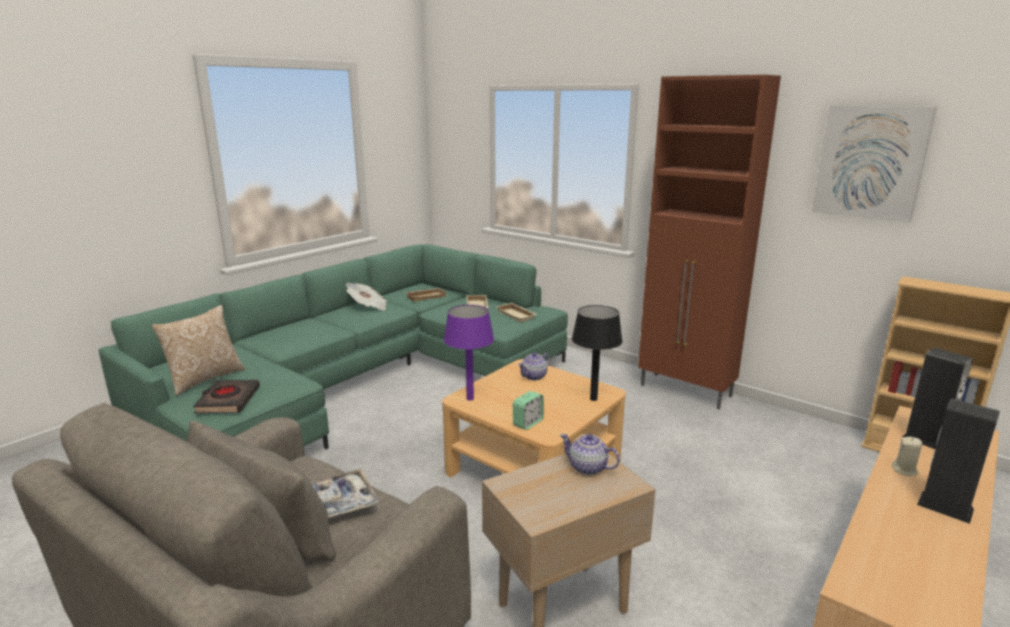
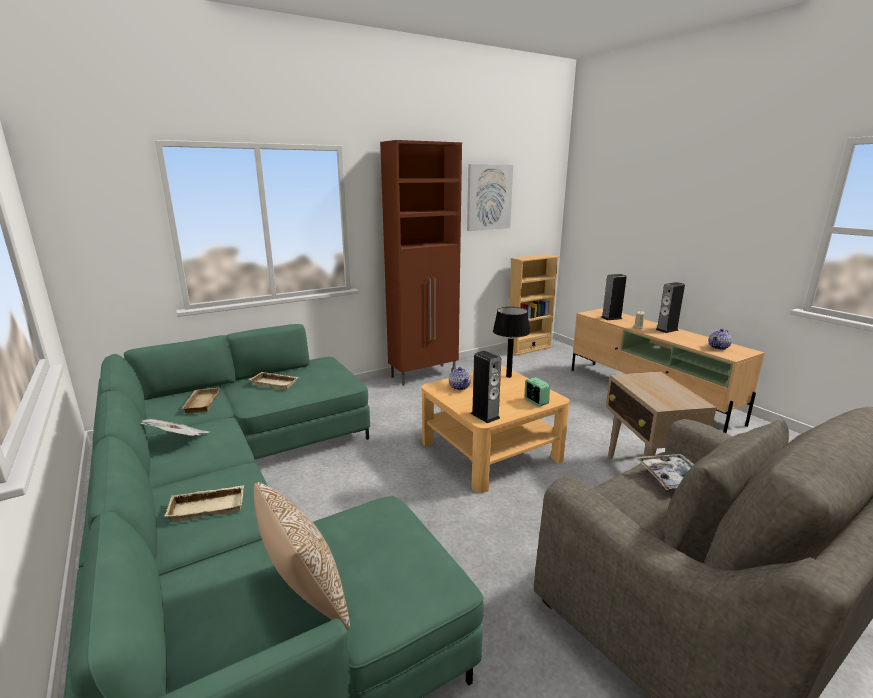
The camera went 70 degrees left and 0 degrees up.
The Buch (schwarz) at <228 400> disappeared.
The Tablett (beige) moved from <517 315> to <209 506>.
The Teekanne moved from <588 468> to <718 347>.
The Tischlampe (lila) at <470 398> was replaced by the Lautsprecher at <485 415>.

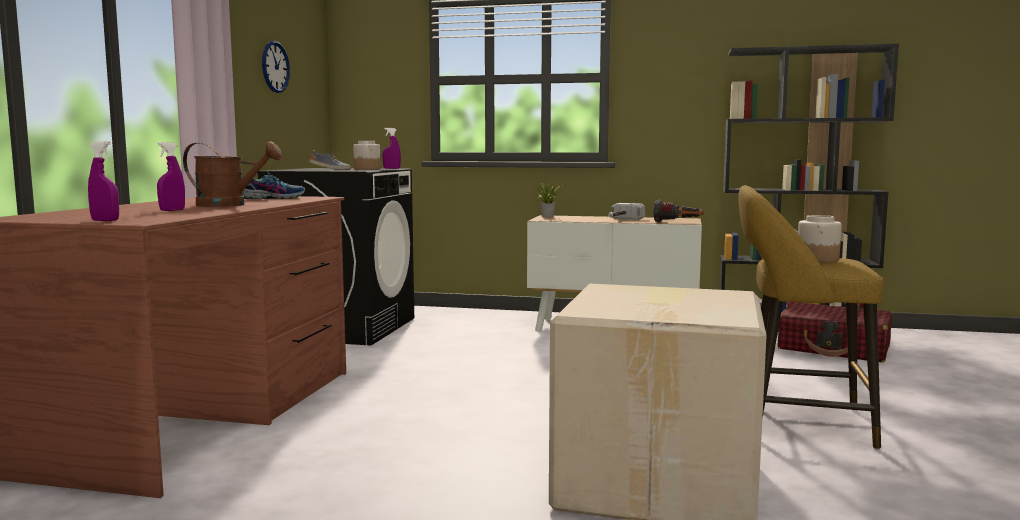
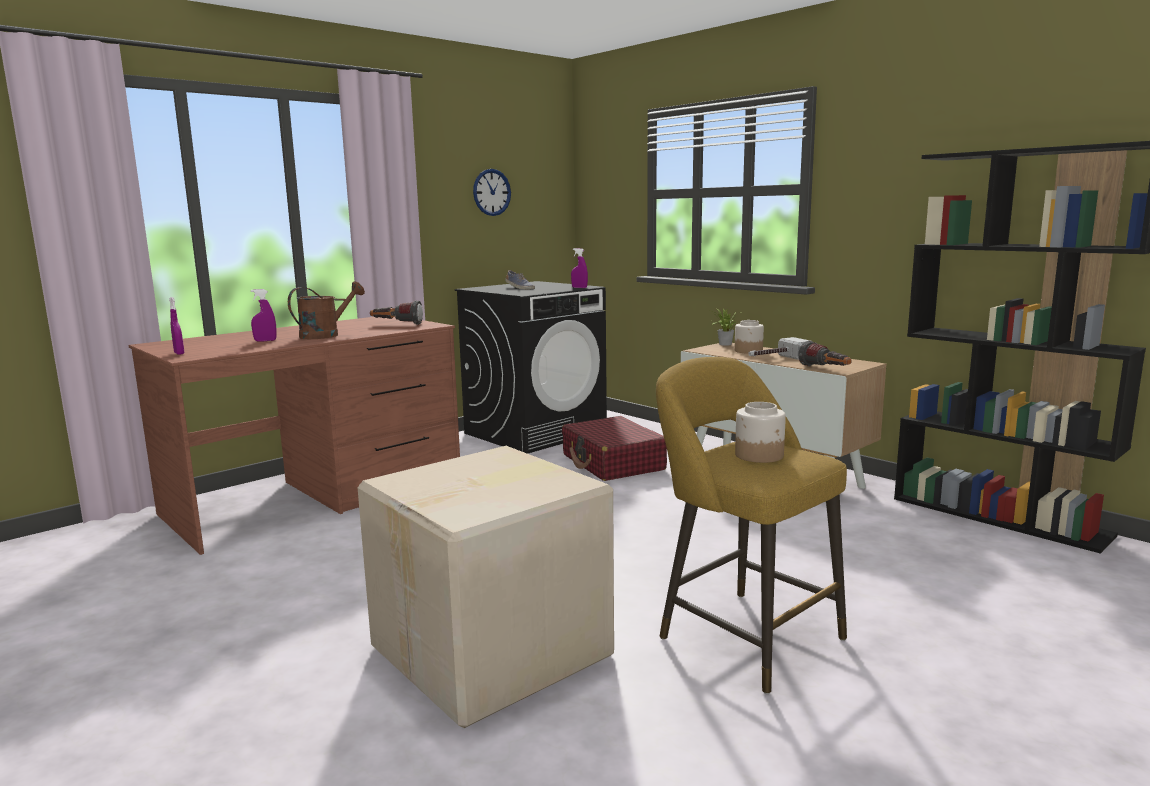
The camera went 35 degrees right and 5 degrees up.
The Vorratsglas moved from <367 169> to <748 351>.
The Koffer (rot) moved from <834 348> to <613 463>.
The Schuh at <273 198> was replaced by the Taschenlampe at <397 324>.
The Gießkanne (braun) at <230 205> turned 90 degrees counterclockwise.

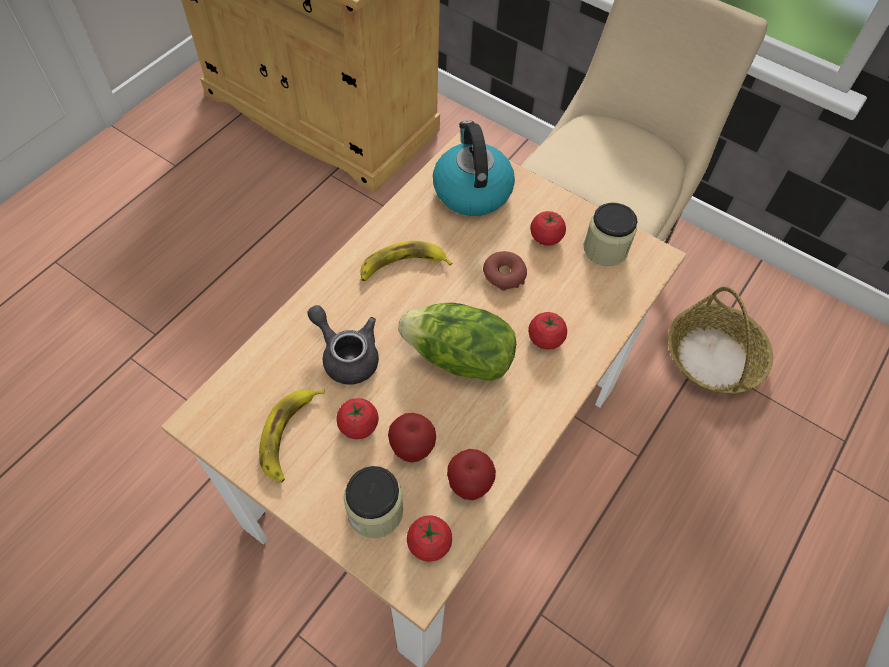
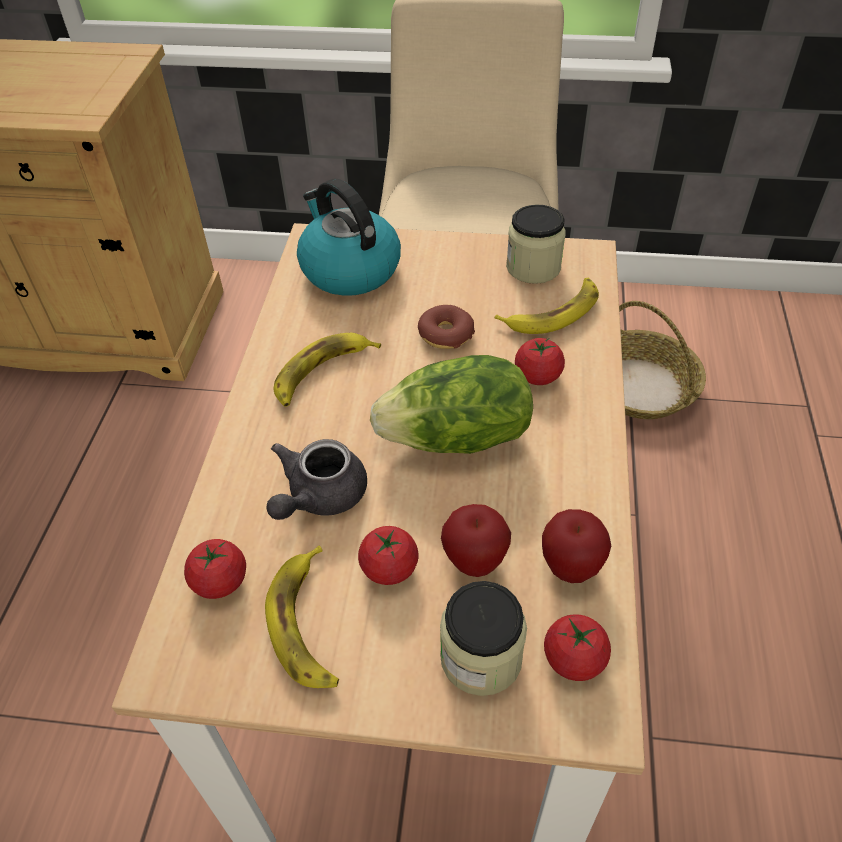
The camera went 25 degrees left and 10 degrees down.
The Banane at <553 312> appeared.
The Tomate moved from <546 237> to <220 581>.
The Teekanne (grau) at <346 355> turned 75 degrees counterclockwise.

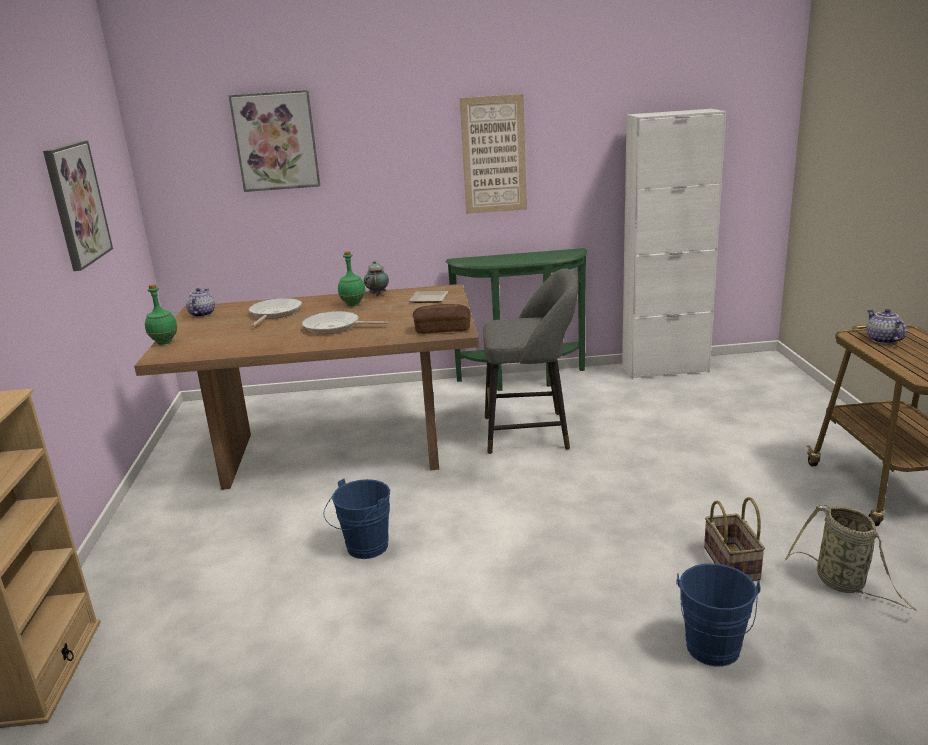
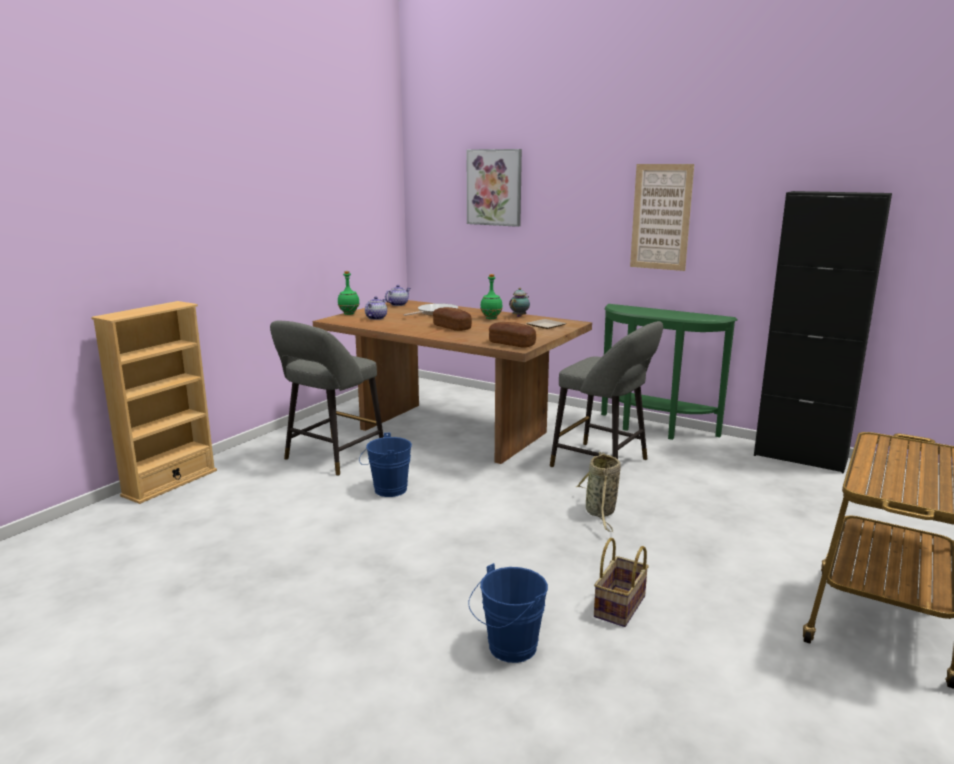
The camera went 35 degrees right and 5 degrees down.
The Bild at <76 204> disappeared.
The Hocker (grau) at <331 457> appeared.
The Korb moved from <844 584> to <600 513>.
The Teekanne moved from <882 340> to <376 318>.
The Pfanne at <335 327> was replaced by the Brot at <452 327>.
The Schrank (weiß) at <665 369> became the Schrank (schwarz) at <800 458>.

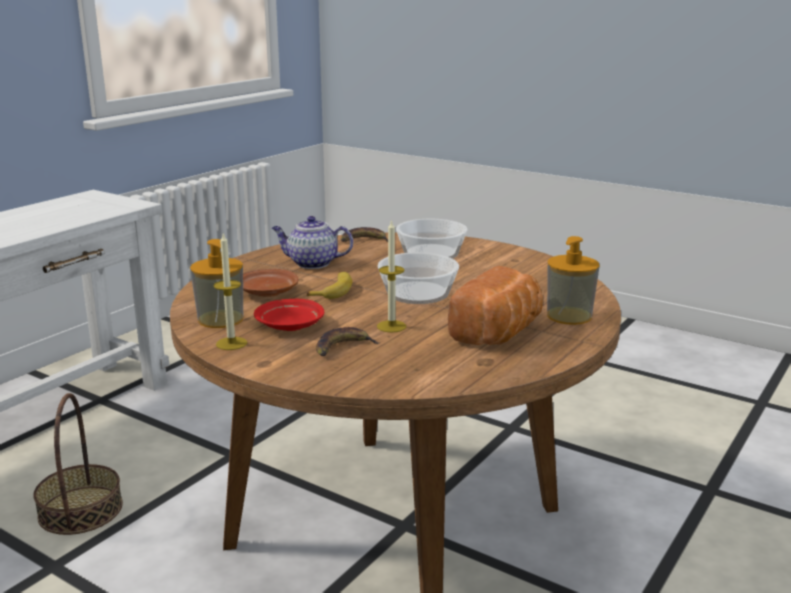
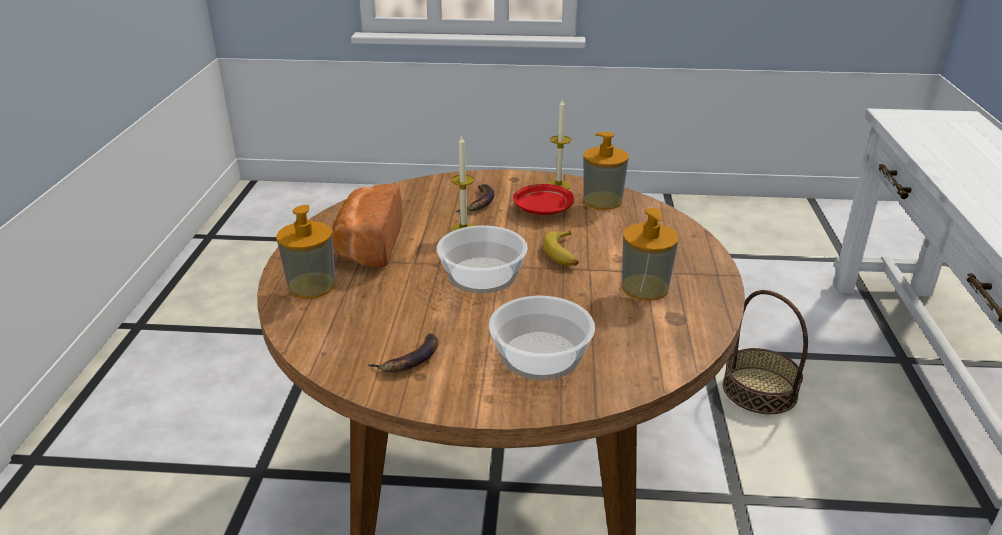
The camera went 150 degrees right and 10 degrees up.
The Teller (braun) at <267 292> disappeared.
The Banane moved from <363 240> to <410 359>.
The Teekanne at <311 263> was replaced by the Seifenspender at <645 287>.

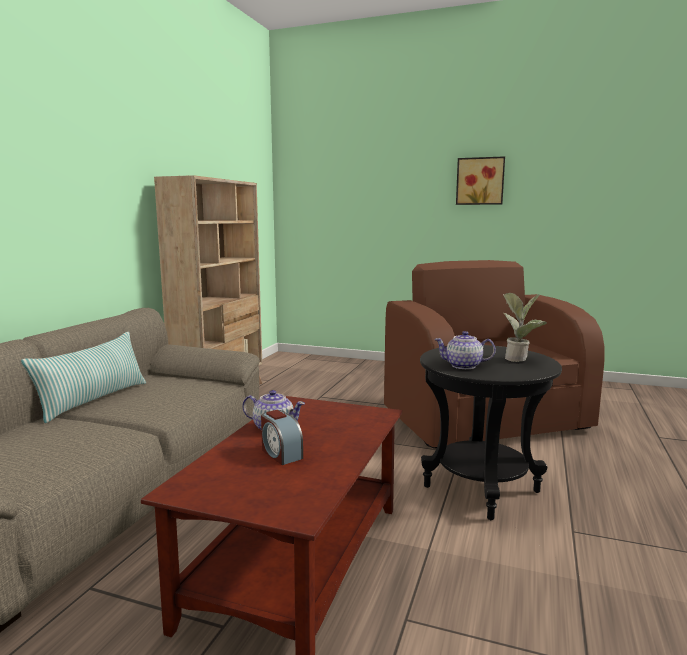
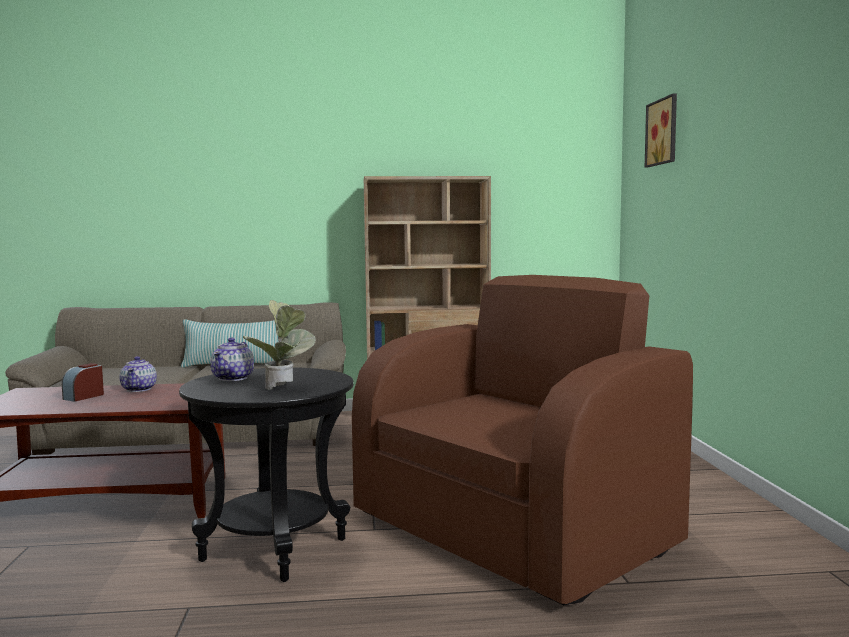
The camera went 65 degrees right and 5 degrees down.
The Bild moved from <480 181> to <664 132>.
The Teekanne at <464 366> turned 150 degrees counterclockwise.

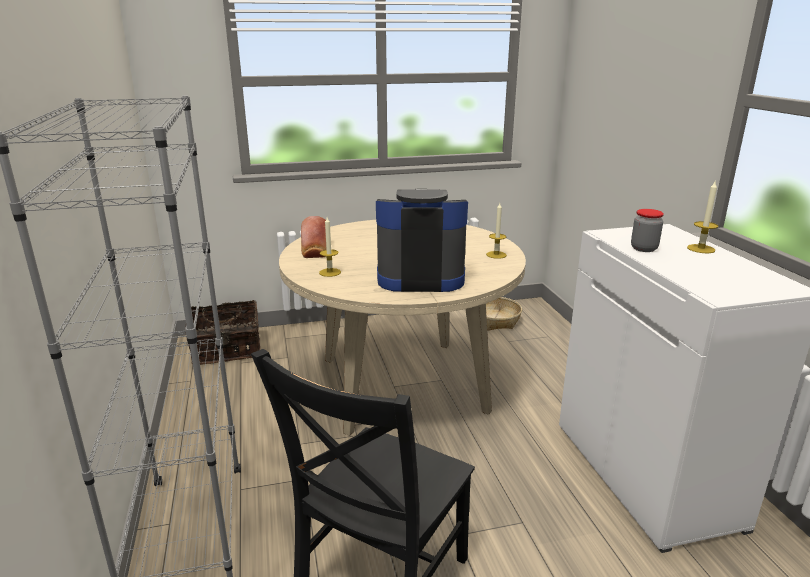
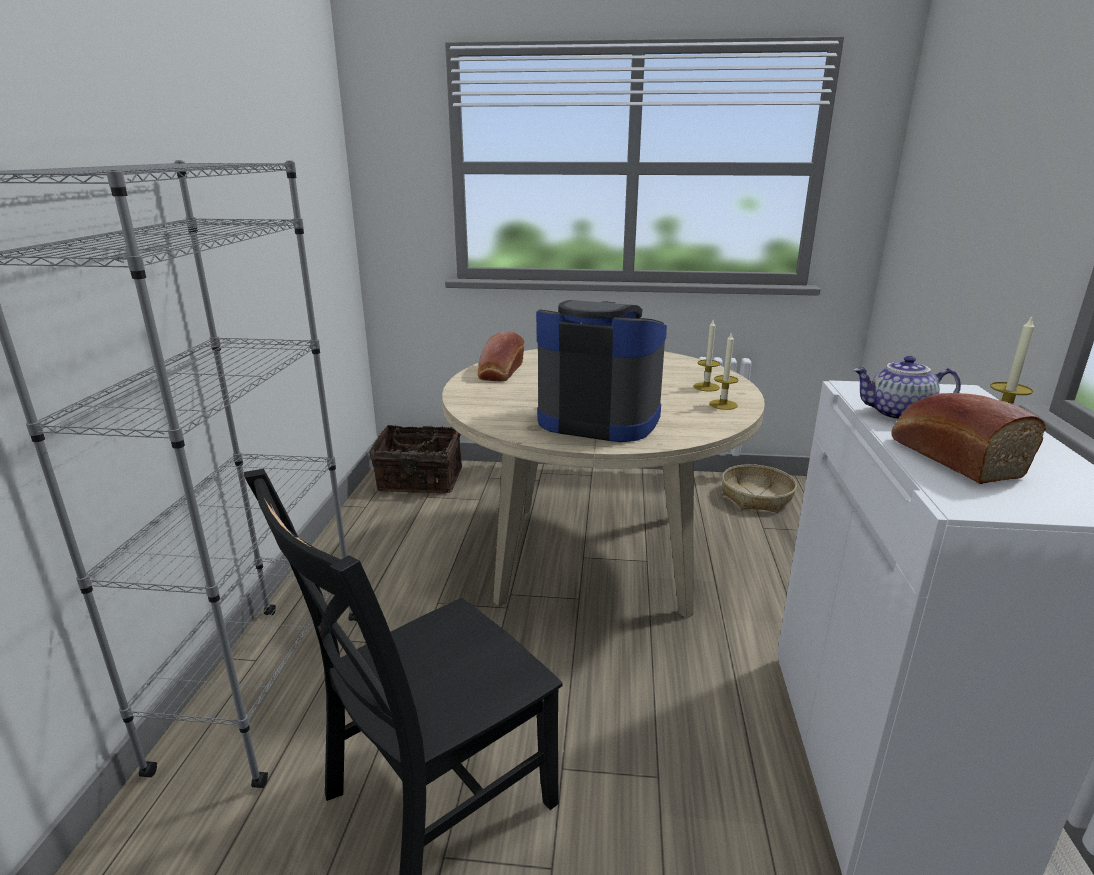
The camera went 20 degrees right and 0 degrees up.
The Brot at <950 456> appeared.
The Kerze moved from <330 272> to <706 387>.
The Vorratsglas at <643 248> was replaced by the Teekanne at <898 415>.

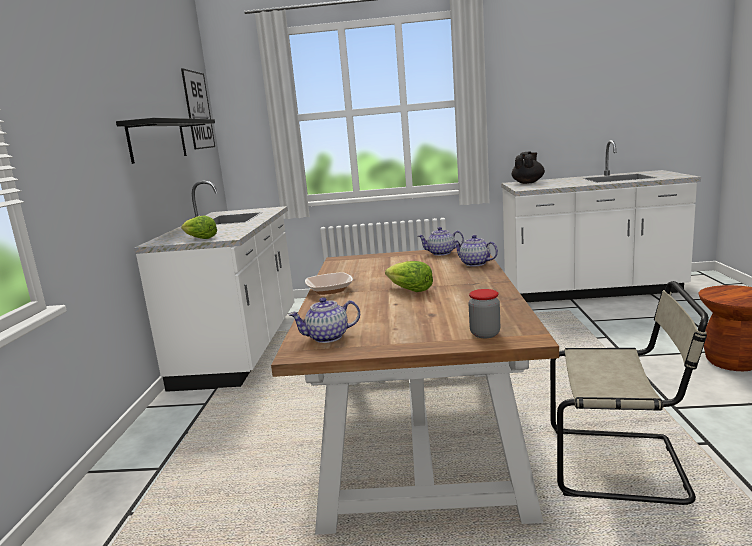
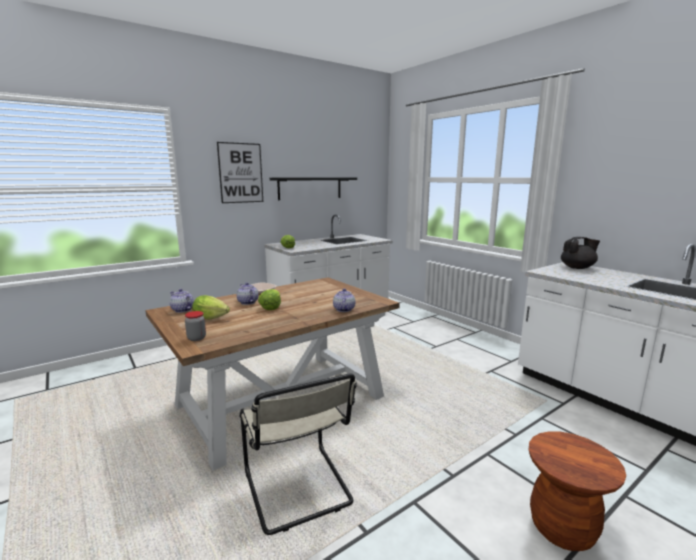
The camera went 50 degrees right and 0 degrees up.
The Salatkopf at <210 318> appeared.
The Bild moved from <198 110> to <240 173>.
The Teekanne moved from <441 253> to <247 302>.

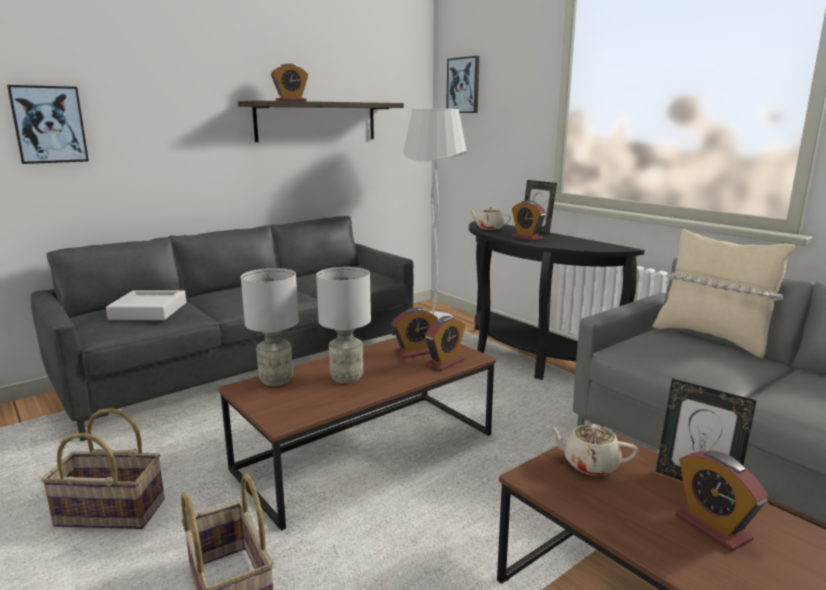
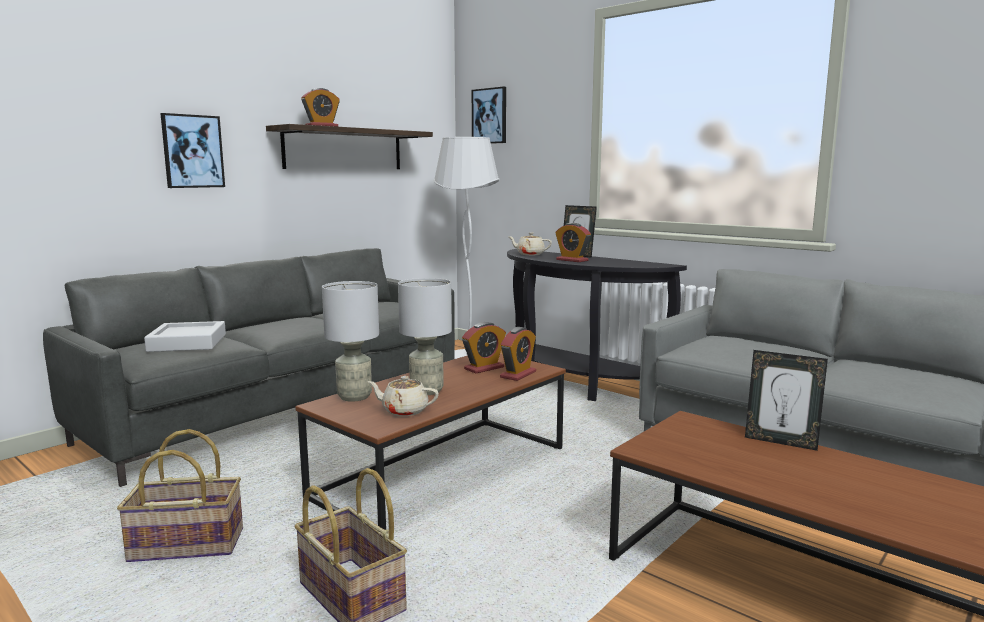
The camera went 10 degrees left and 5 degrees down.
The Kissen (beige) at <712 338> disappeared.
The Wecker at <712 528> disappeared.
The Bild moved from <49 124> to <192 151>.
The Teekanne (beige) moved from <589 464> to <404 411>.

